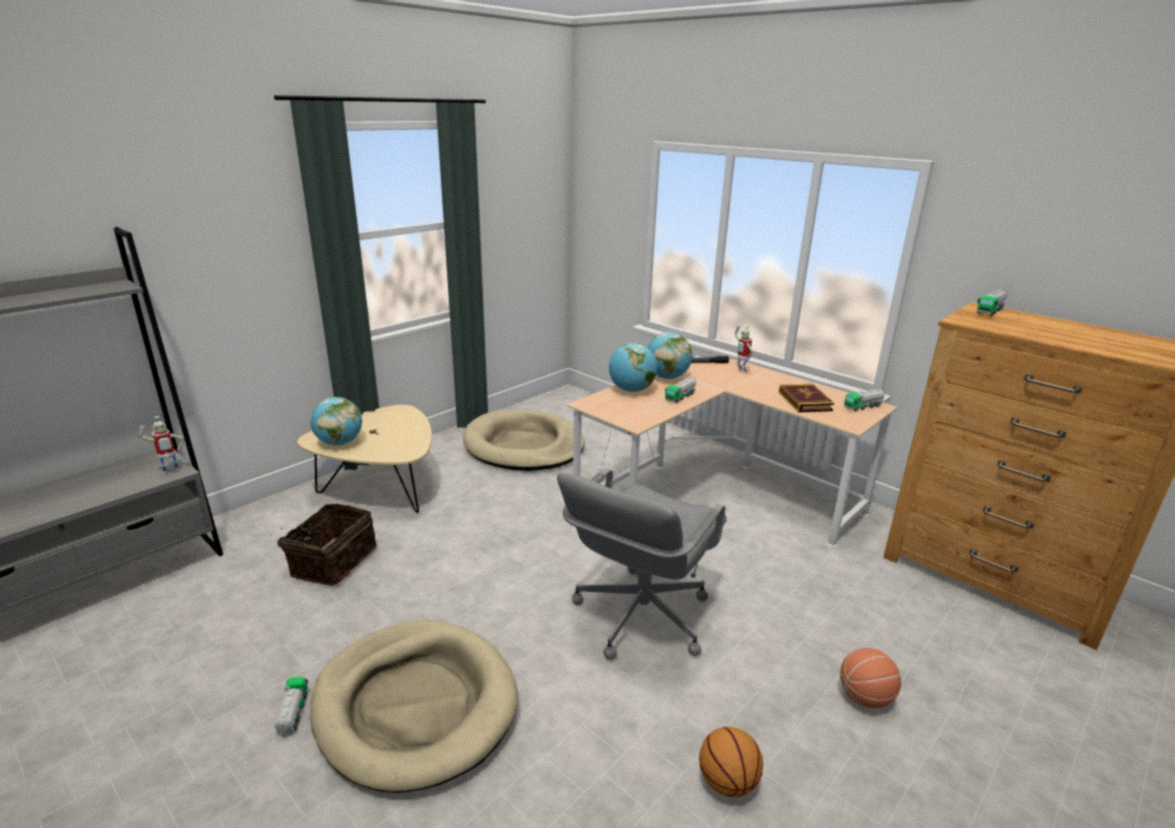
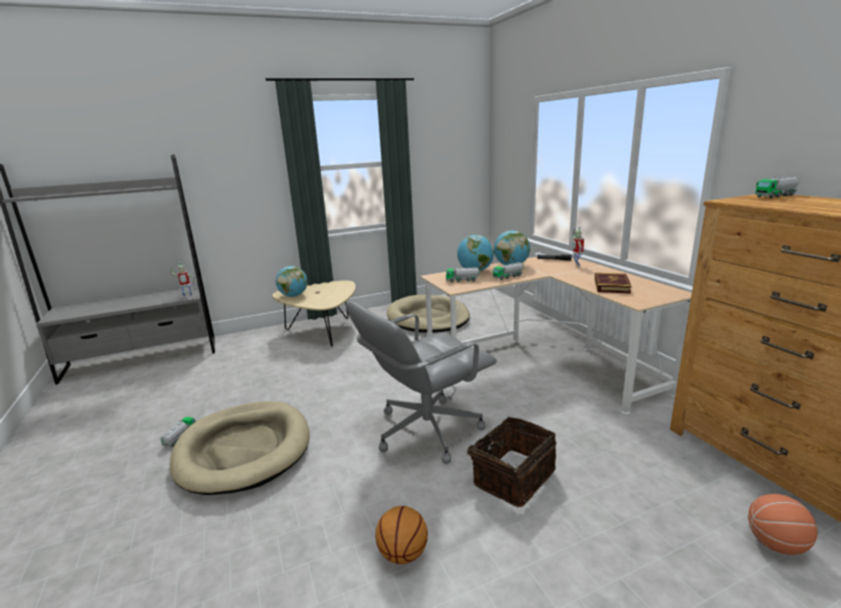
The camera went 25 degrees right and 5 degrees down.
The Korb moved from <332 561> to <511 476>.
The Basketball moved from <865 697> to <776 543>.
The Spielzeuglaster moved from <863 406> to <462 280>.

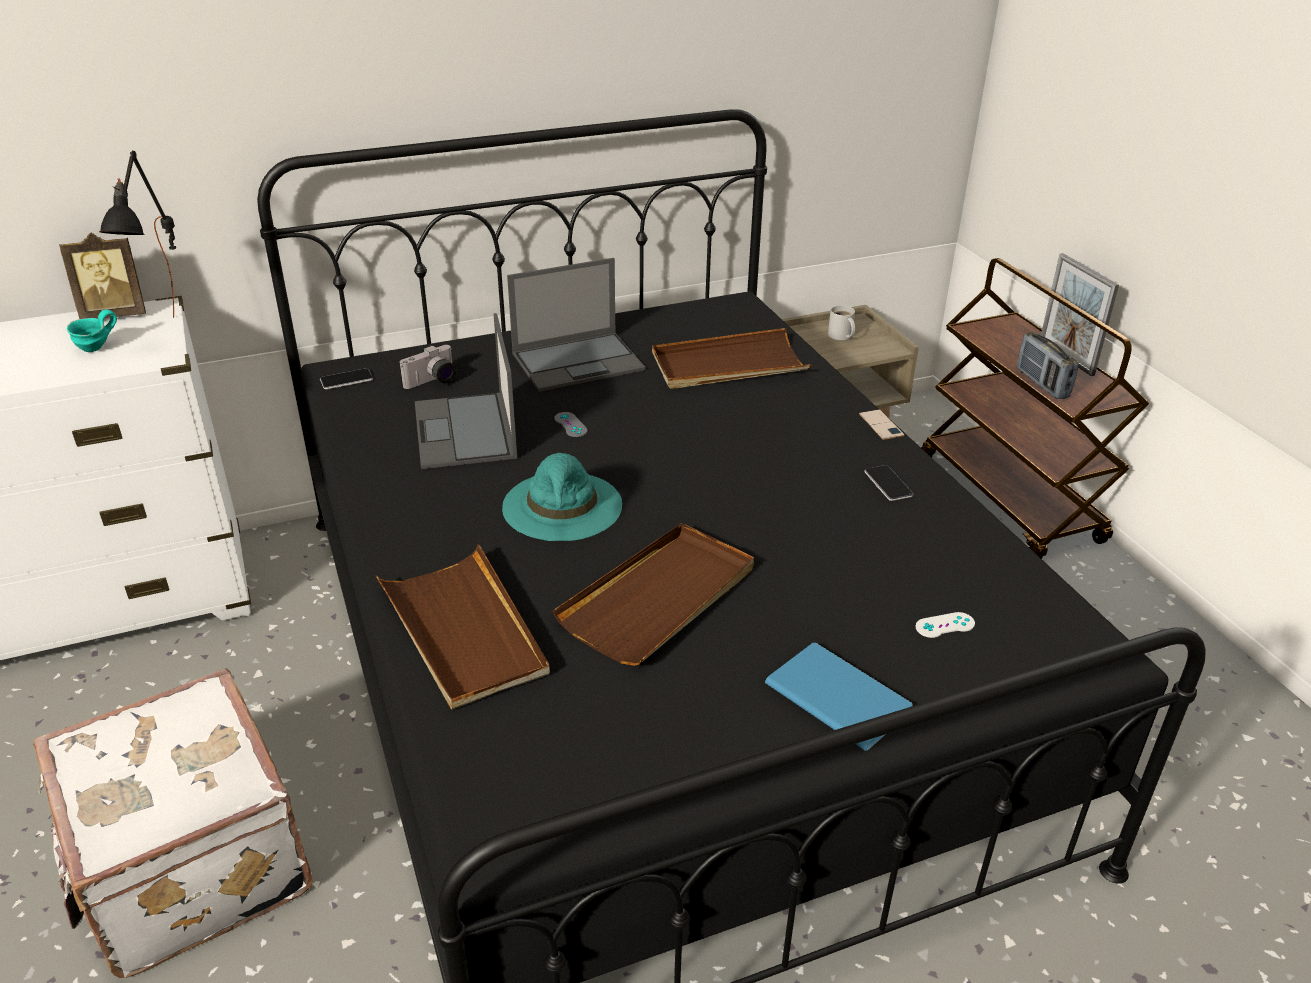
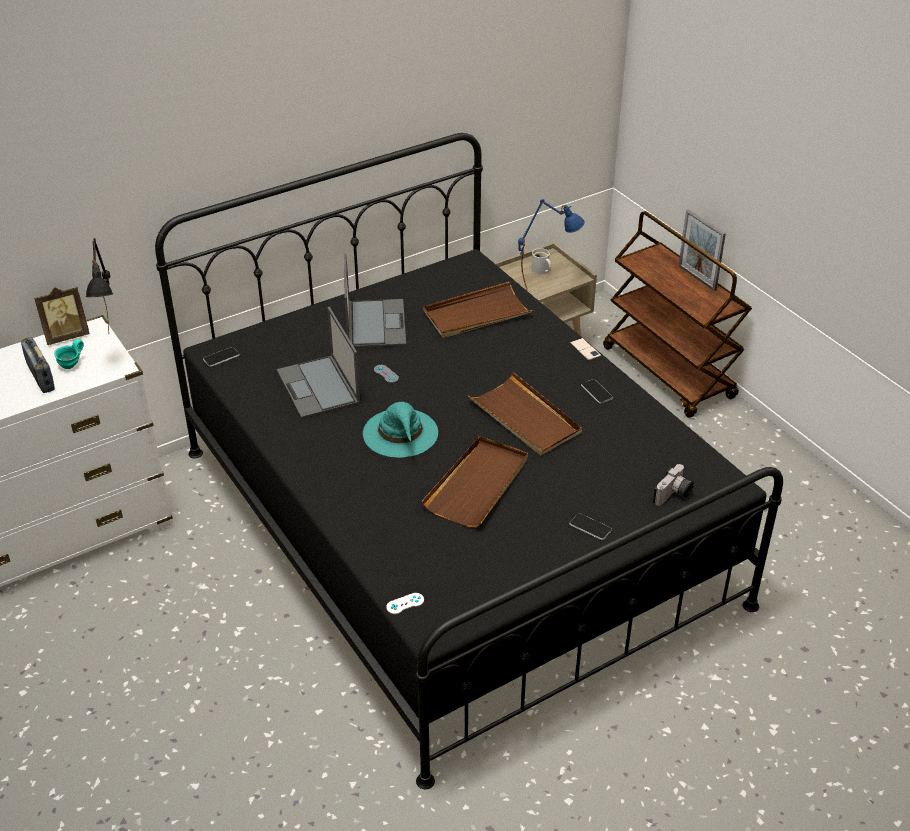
The camera went 10 degrees left and 5 degrees up.
The Koffer (weiß) at <188 867> disappeared.
The Tischlampe (blau) at <548 285> appeared.
The Tablett (braun) moved from <464 631> to <525 418>.
The Kamera moved from <433 382> to <673 495>.
The Gamepad (weiß) moved from <945 625> to <405 603>.
The Radio moved from <1042 383> to <41 378>.
The Buch (blau) at <837 694> was replaced by the Handy at <590 527>.
The Laptop at <579 361> turned 60 degrees counterclockwise.

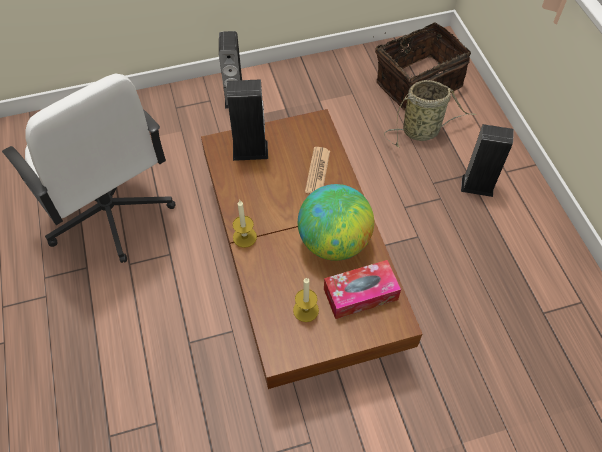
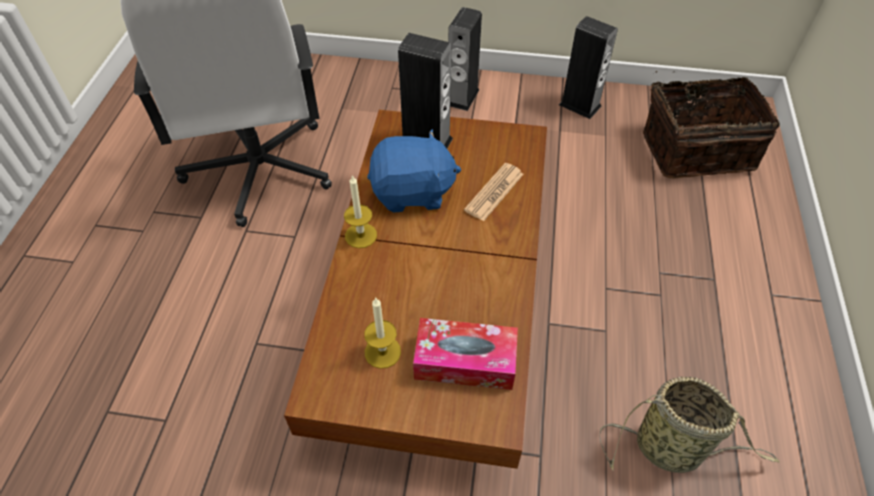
The camera went 25 degrees right and 5 degrees down.
The Globus at <334 242> disappeared.
The Plüschtier (blau) at <412 192> appeared.
The Korb moved from <423 131> to <672 449>.
The Lautsprecher moved from <477 185> to <580 105>.

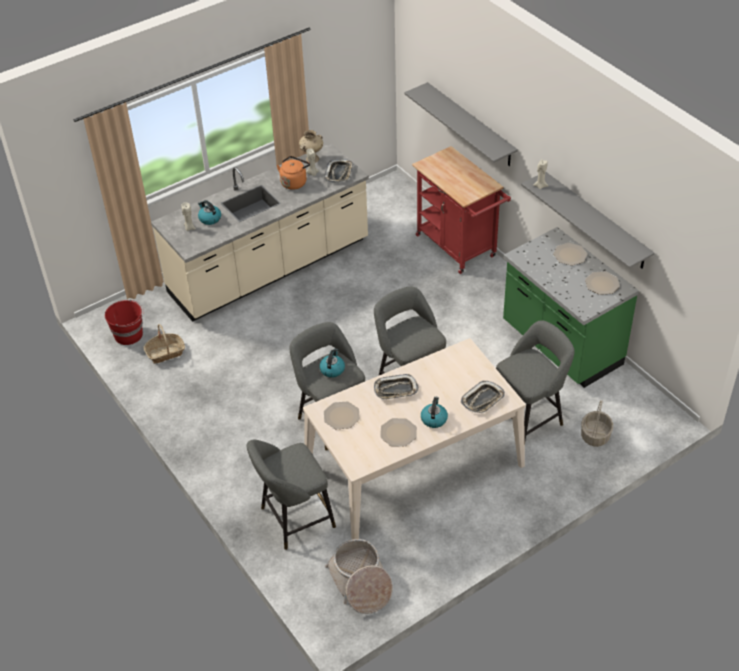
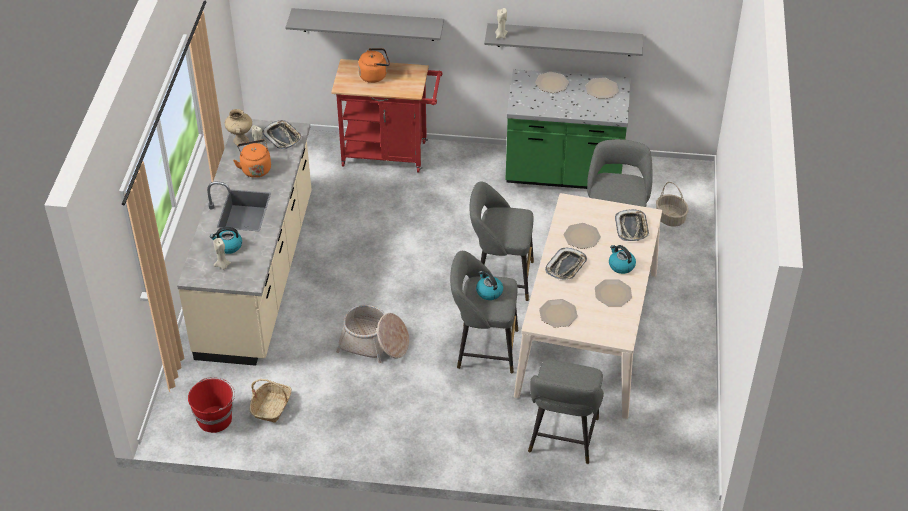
The camera went 50 degrees left and 0 degrees up.
The Wasserkessel (orange) at <374 75> appeared.
The Teller at <581 237> appeared.
The Korb moved from <360 583> to <374 343>.

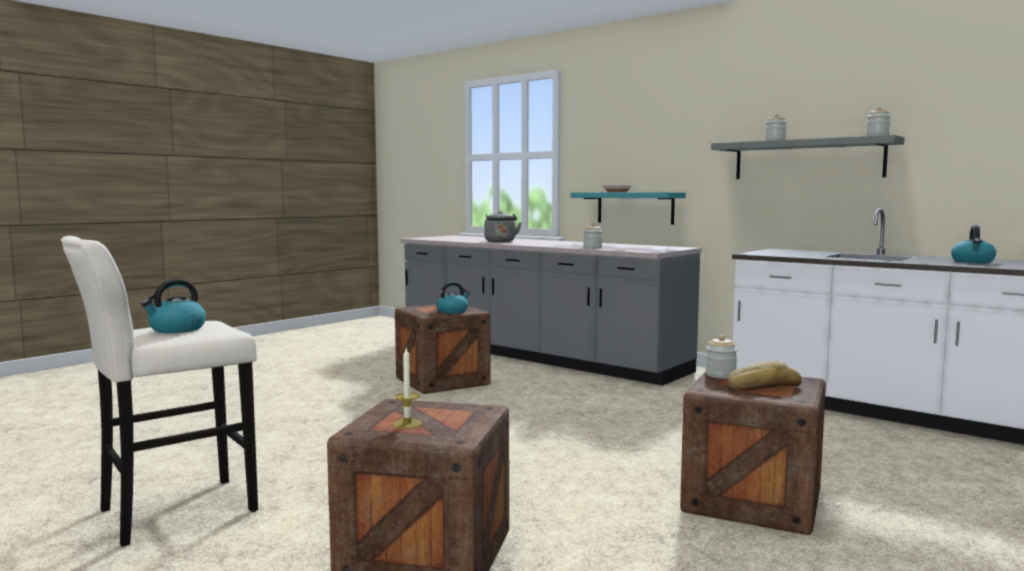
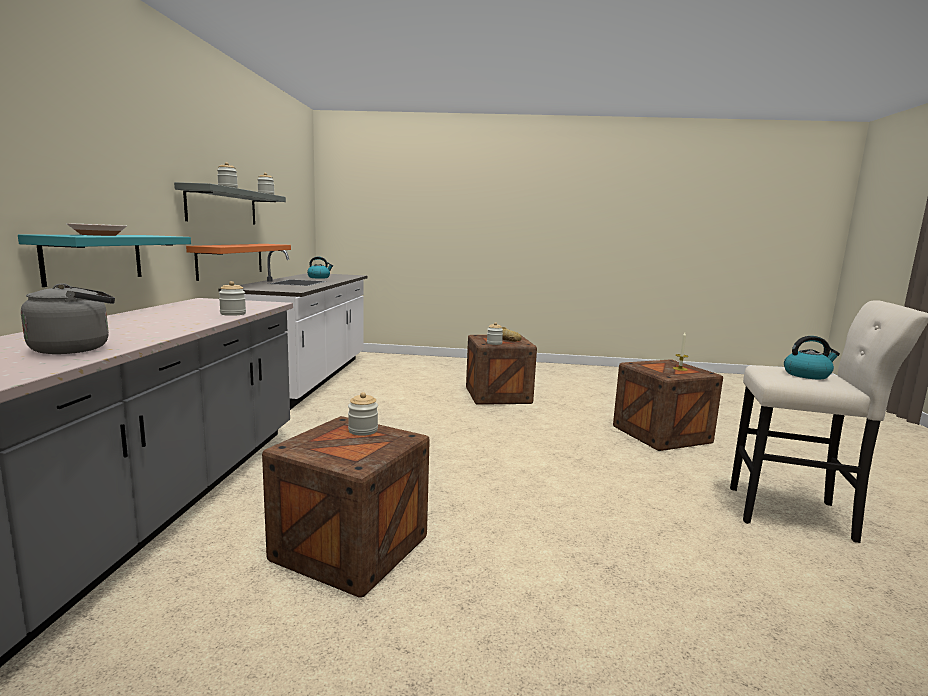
The camera went 125 degrees left and 5 degrees up.
The Wandregal (orange) at <231 260> appeared.
The Wasserkessel at <453 311> was replaced by the Vorratsglas at <363 430>.

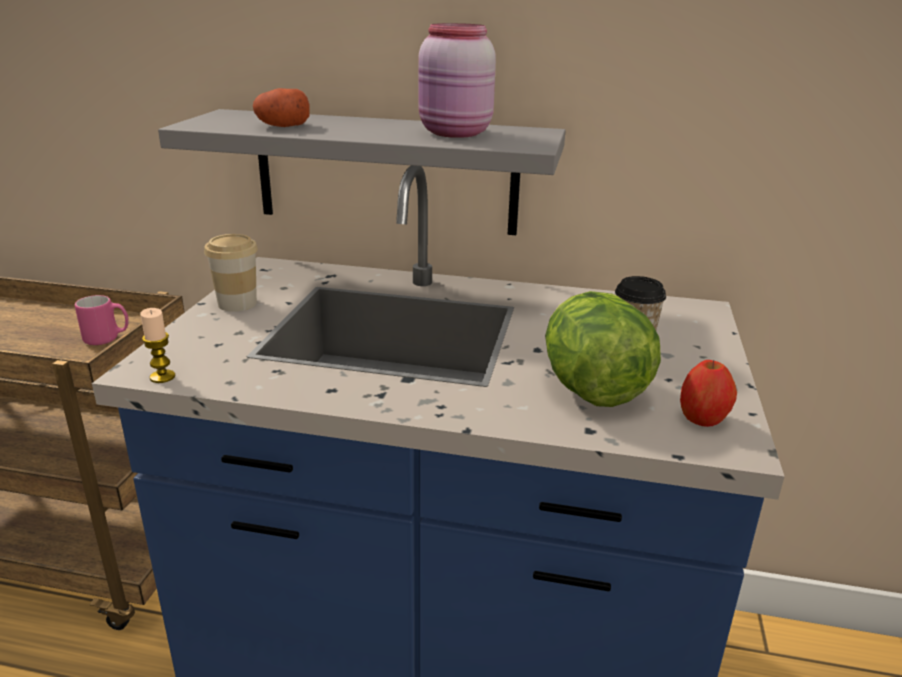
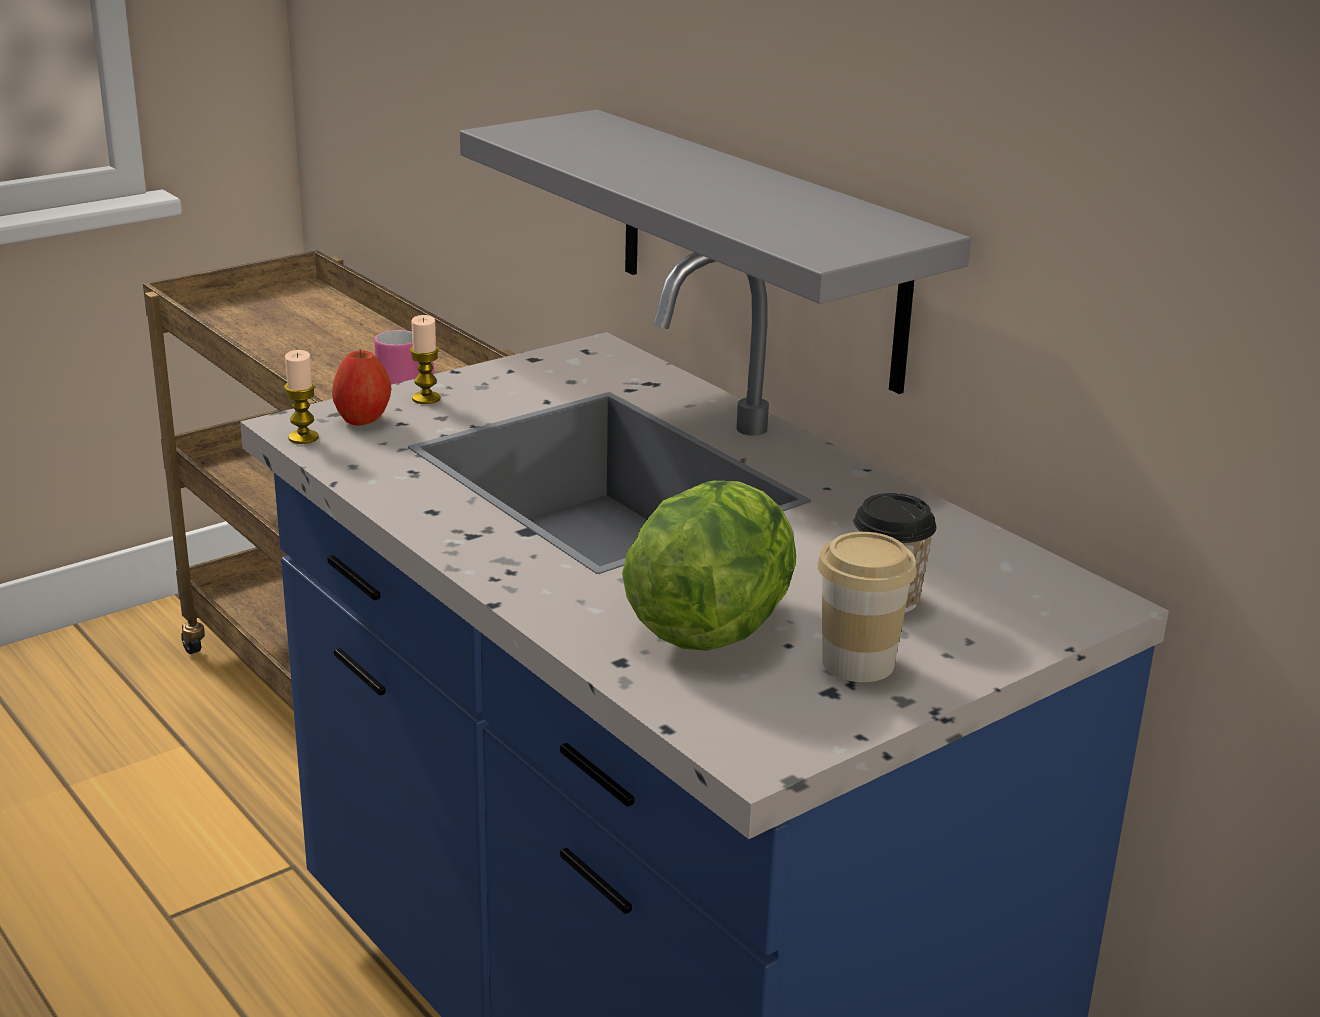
The camera went 40 degrees right and 0 degrees up.
The Kartoffel at <282 126> disappeared.
The Vorratsglas (rosa) at <455 133> disappeared.
The Kerze at <426 398> appeared.
The Tasse moved from <237 303> to <858 663>.
The Apfel moved from <702 419> to <363 420>.

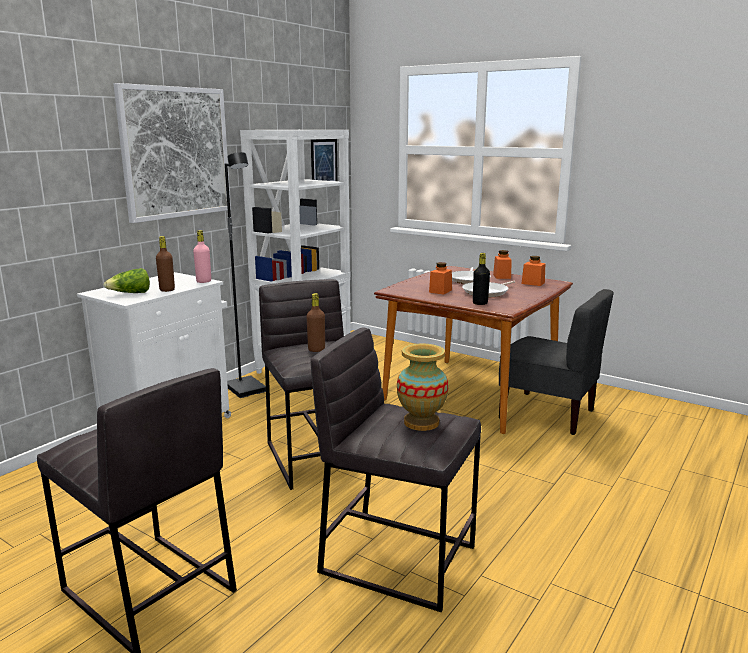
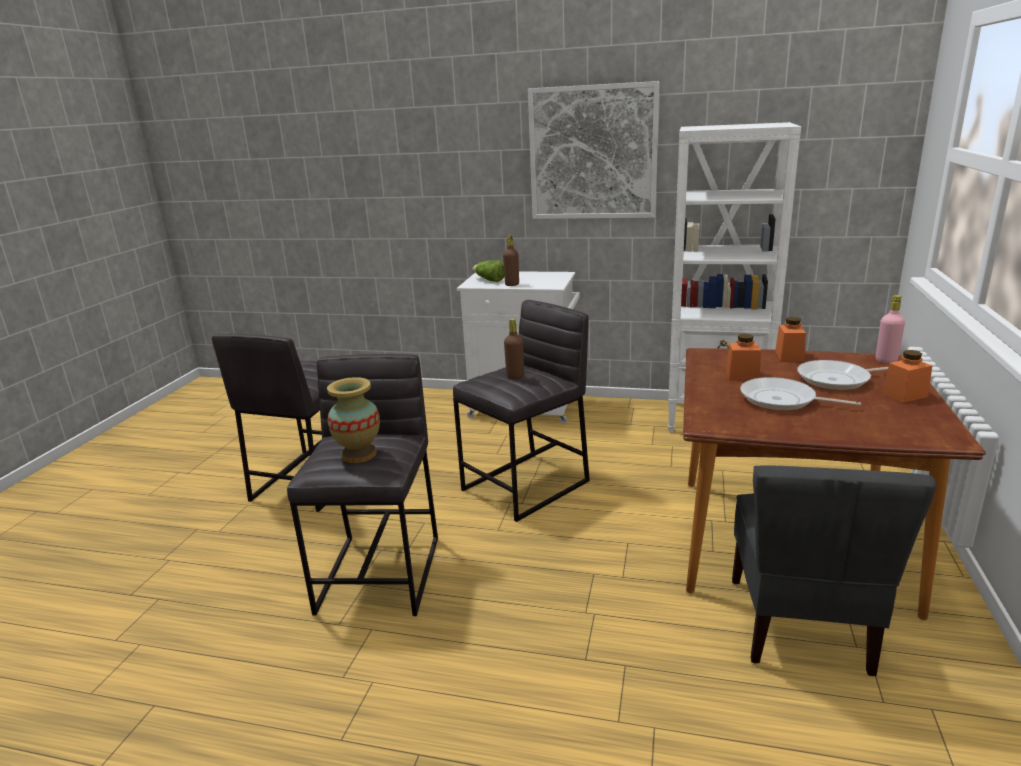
The camera went 70 degrees right and 5 degrees up.
The Stehlampe (schwarz) at <246 389> disappeared.
The Bild at <324 163> disappeared.
The Flasche (schwarz) at <480 303> disappeared.
The Flasche (rosa) moved from <204 281> to <886 360>.
The Vorratsglas (orange) moved from <533 283> to <789 356>.

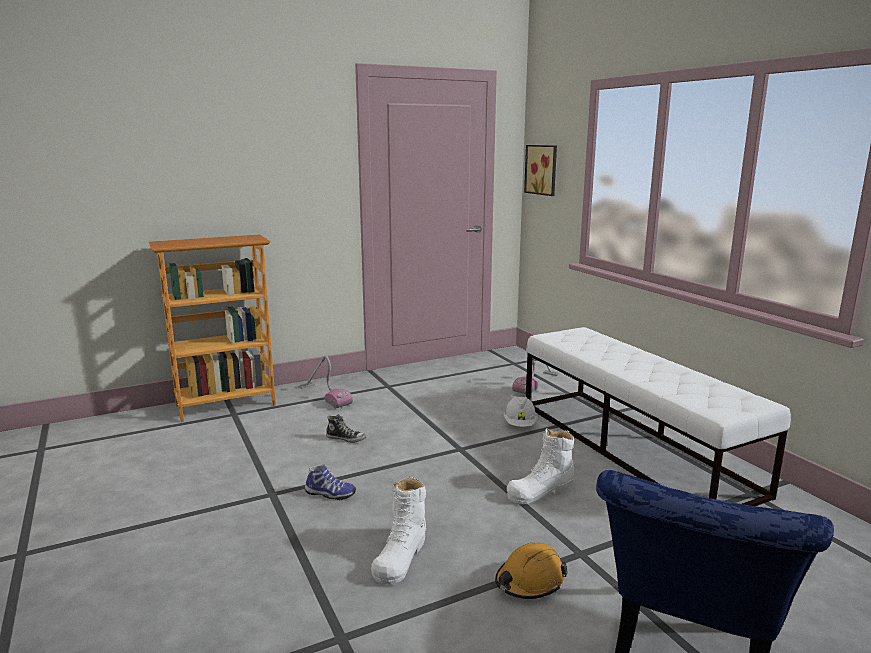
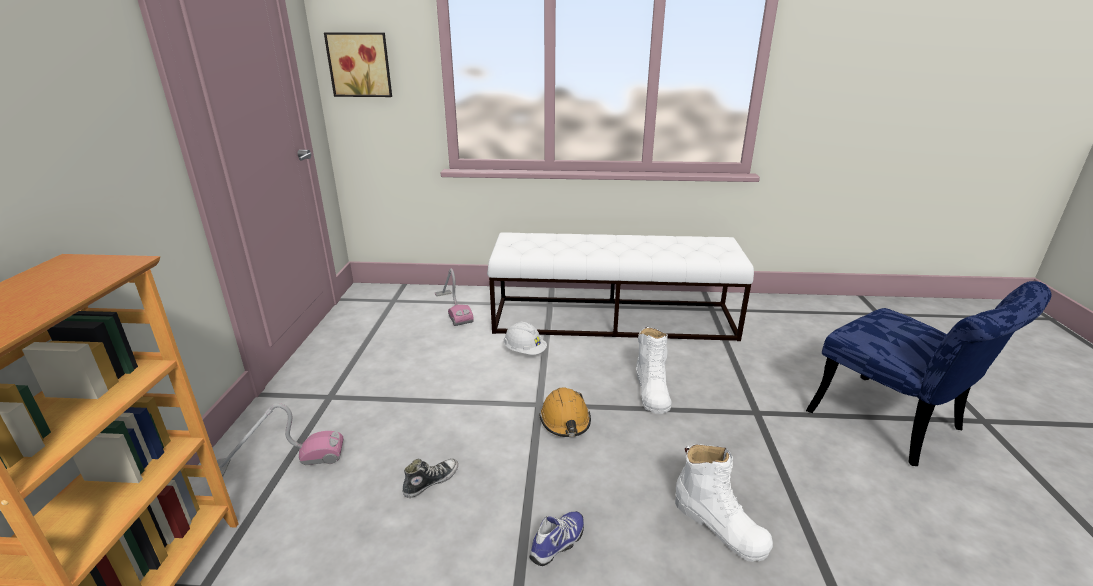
The camera went 60 degrees left and 10 degrees up.
The Schutzhelm (orange) moved from <530 581> to <565 420>.

